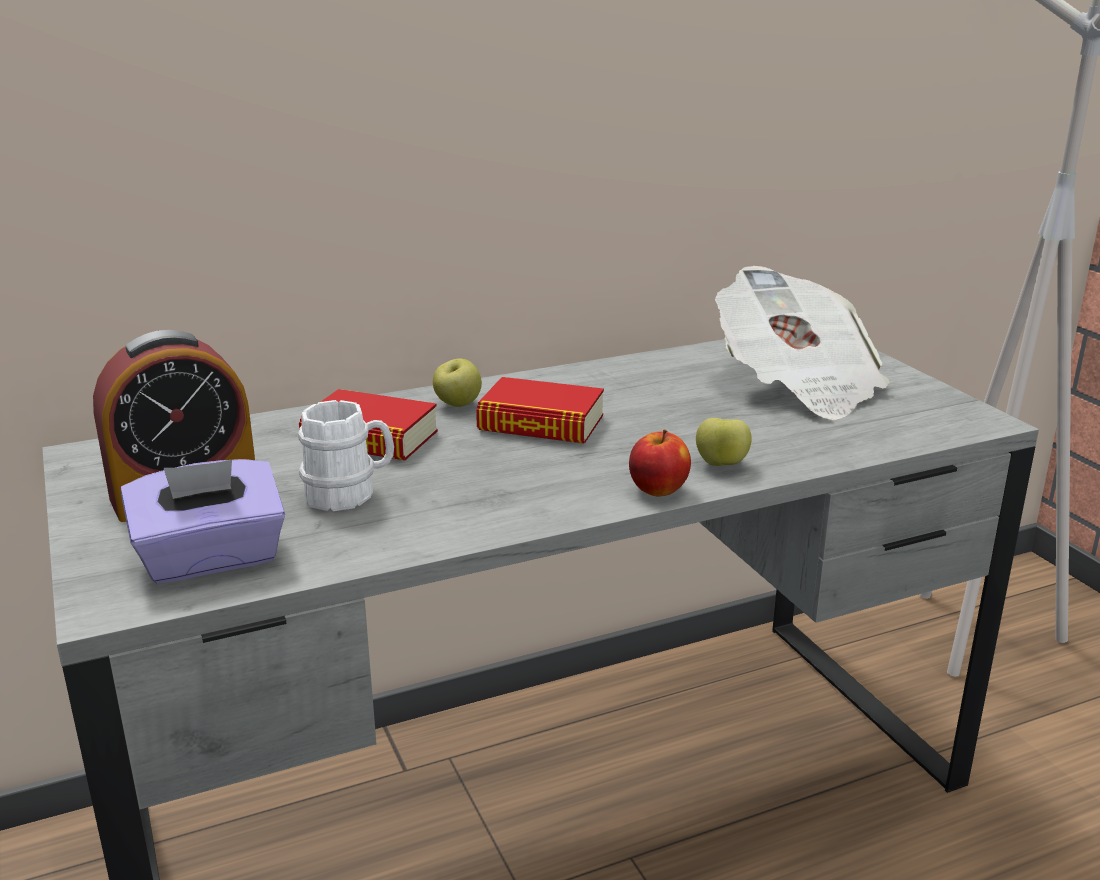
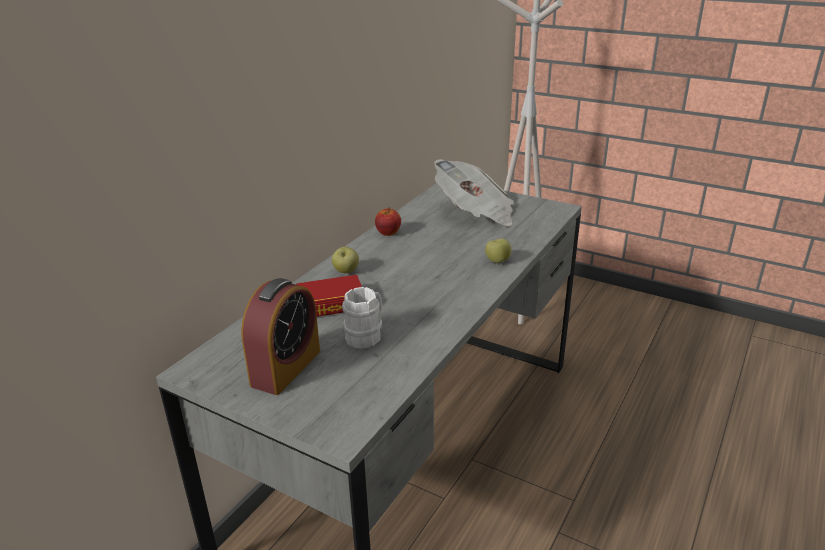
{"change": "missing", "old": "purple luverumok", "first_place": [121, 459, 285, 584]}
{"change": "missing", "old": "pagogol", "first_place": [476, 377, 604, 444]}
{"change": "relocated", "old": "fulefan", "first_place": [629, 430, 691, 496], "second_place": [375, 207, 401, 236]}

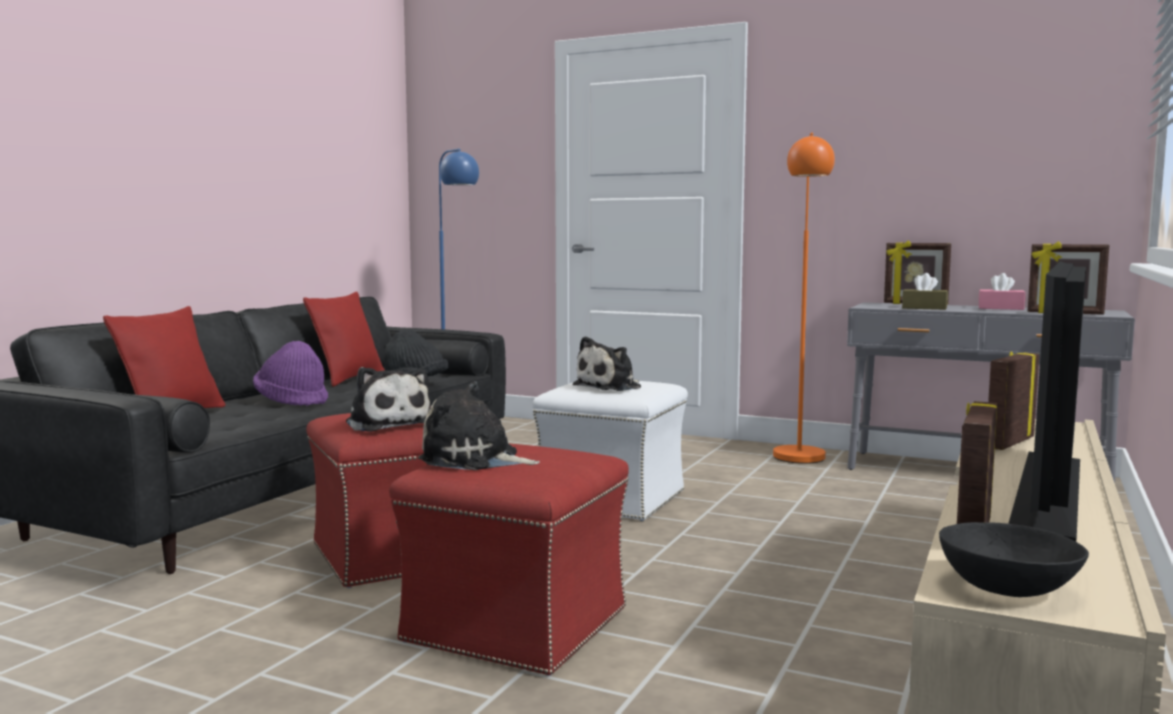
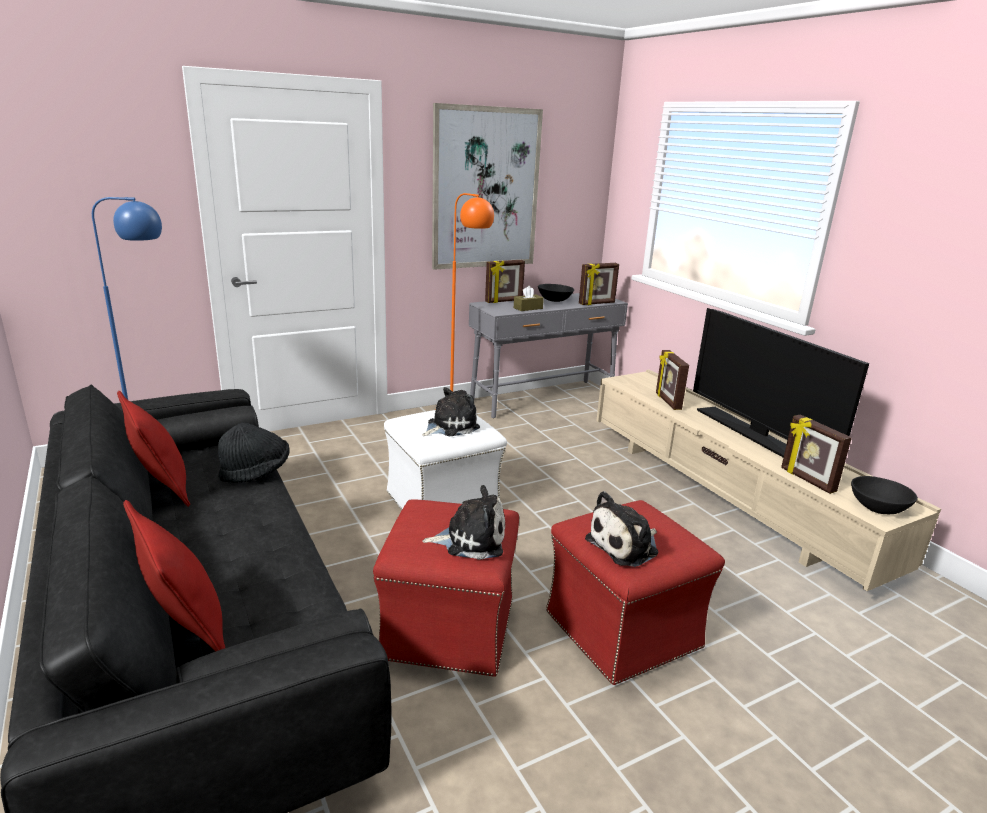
{"change": "missing", "old": "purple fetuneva", "first_place": [253, 341, 328, 406]}
{"change": "appeared", "new": "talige", "second_place": [432, 103, 543, 270]}
{"change": "exchanged", "old": "pink luverumok", "new": "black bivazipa", "first_place": [978, 273, 1025, 310], "second_place": [538, 284, 574, 302]}
{"change": "spun", "old": "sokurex", "first_place": [573, 336, 641, 391], "second_place": [422, 387, 480, 436], "degrees": -120}

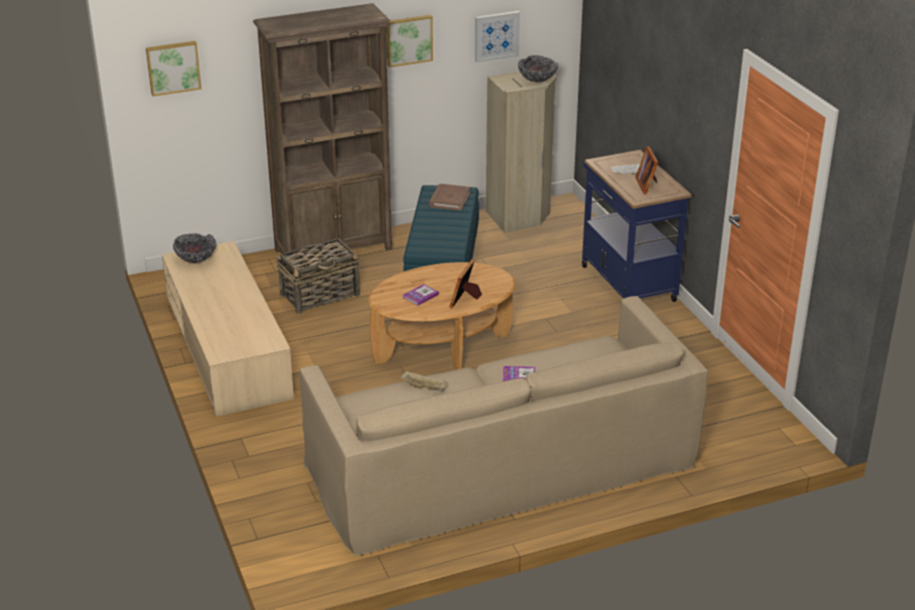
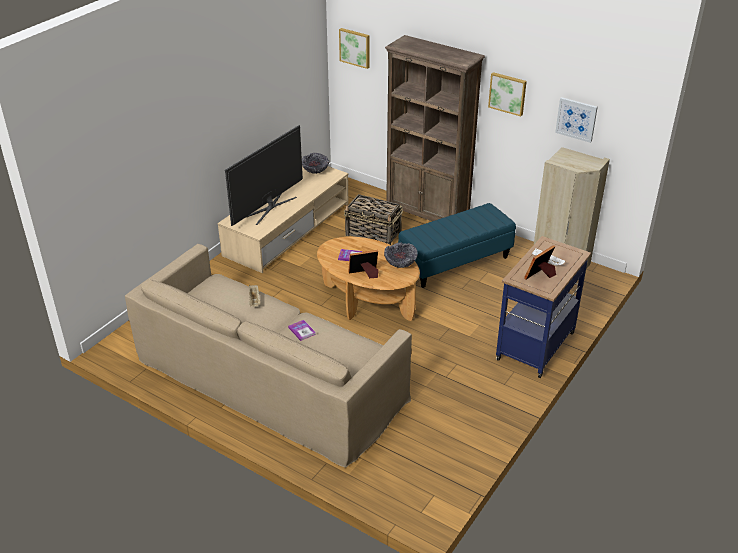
{"change": "missing", "old": "brown pagogol", "first_place": [429, 184, 470, 211]}
{"change": "appeared", "new": "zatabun", "second_place": [225, 125, 303, 226]}
{"change": "relocated", "old": "bivazipa", "first_place": [518, 55, 558, 82], "second_place": [384, 242, 418, 268]}

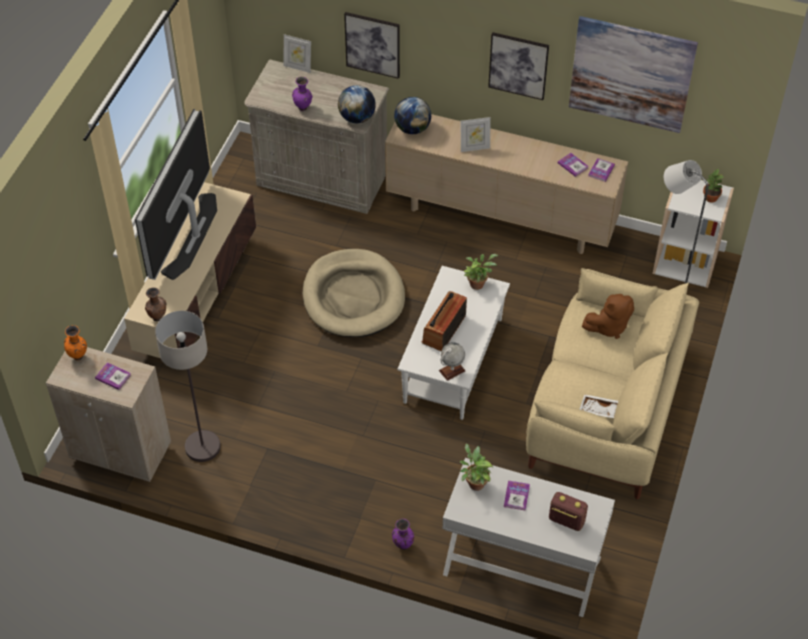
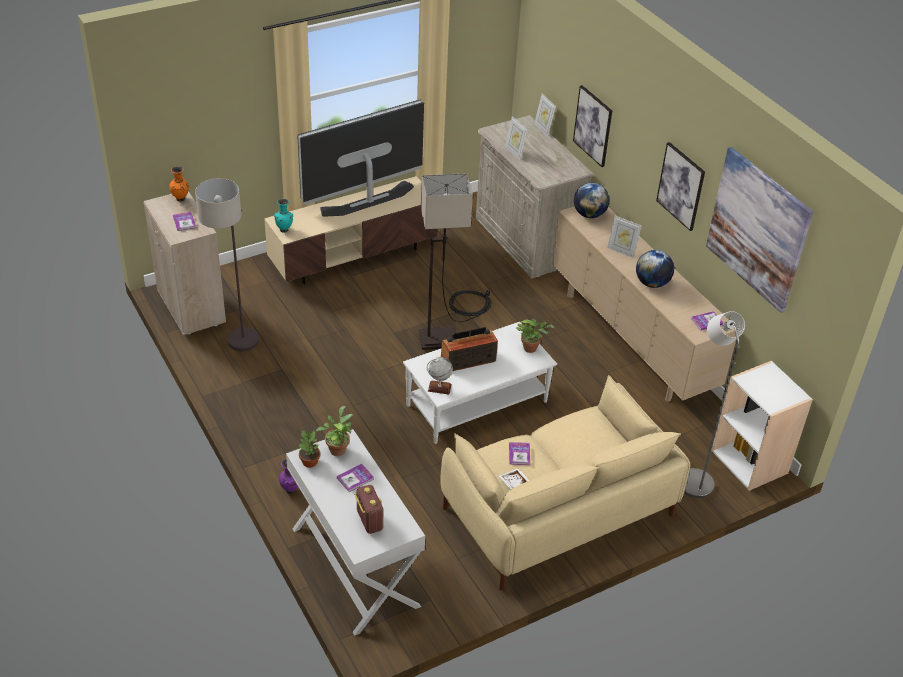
{"change": "missing", "old": "brown sokurex", "first_place": [582, 294, 634, 339]}
{"change": "relocated", "old": "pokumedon", "first_place": [338, 85, 376, 123], "second_place": [636, 250, 674, 288]}
{"change": "relocated", "old": "pagogol", "first_place": [558, 153, 588, 177], "second_place": [509, 442, 531, 465]}
{"change": "relocated", "old": "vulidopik", "first_place": [703, 169, 724, 203], "second_place": [298, 430, 320, 468]}
{"change": "exchanged", "old": "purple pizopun", "new": "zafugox", "first_place": [292, 77, 313, 111], "second_place": [505, 116, 528, 160]}
{"change": "exchanged", "old": "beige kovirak", "new": "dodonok", "first_place": [303, 249, 405, 337], "second_place": [419, 173, 491, 350]}
{"change": "colour", "old": "brown pizopun", "new": "turquoise pizopun", "first_place": [145, 287, 167, 321], "second_place": [274, 199, 293, 233]}

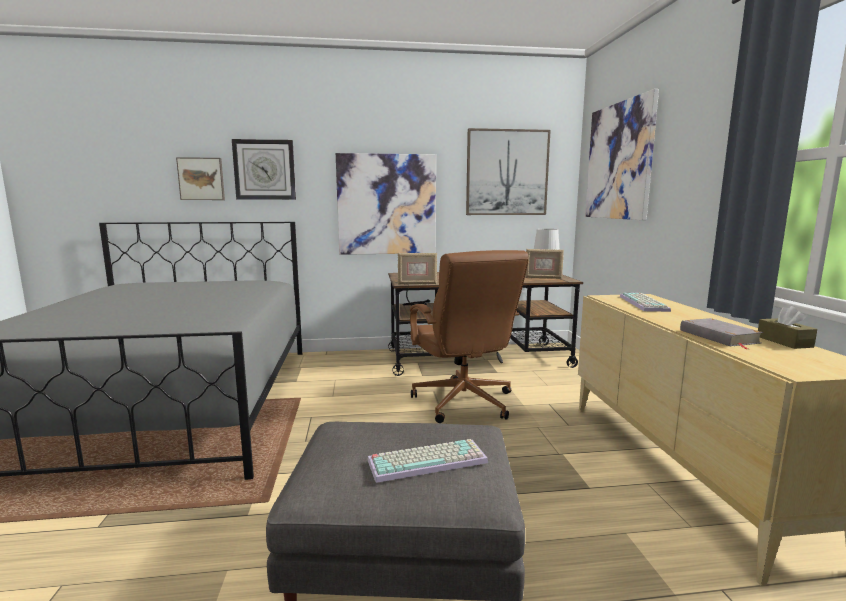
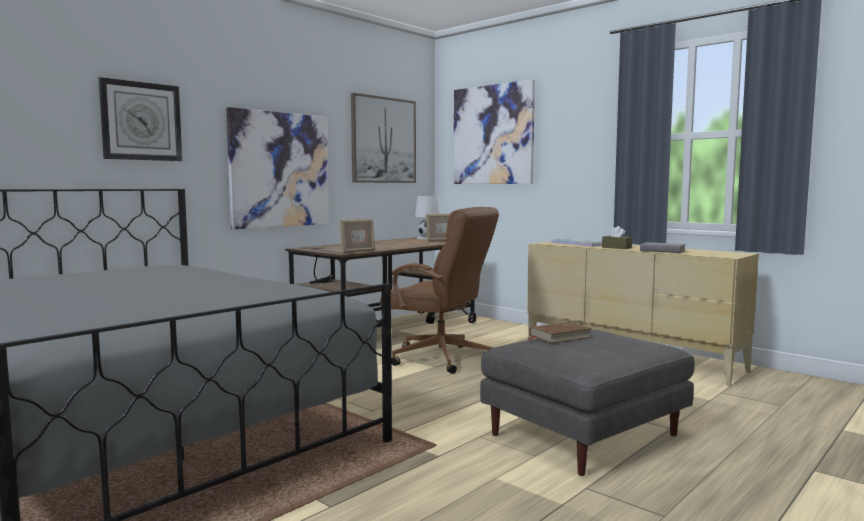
{"change": "missing", "old": "talige", "first_place": [176, 157, 225, 200]}
{"change": "missing", "old": "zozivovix", "first_place": [368, 439, 488, 483]}
{"change": "appeared", "new": "brown pagogol", "second_place": [528, 322, 592, 344]}
{"change": "relocated", "old": "brown luverumok", "first_place": [758, 306, 817, 349], "second_place": [602, 226, 632, 249]}

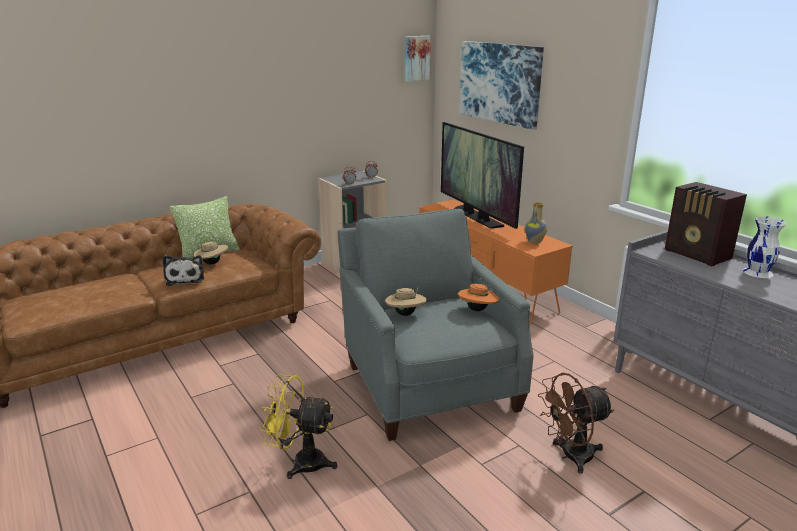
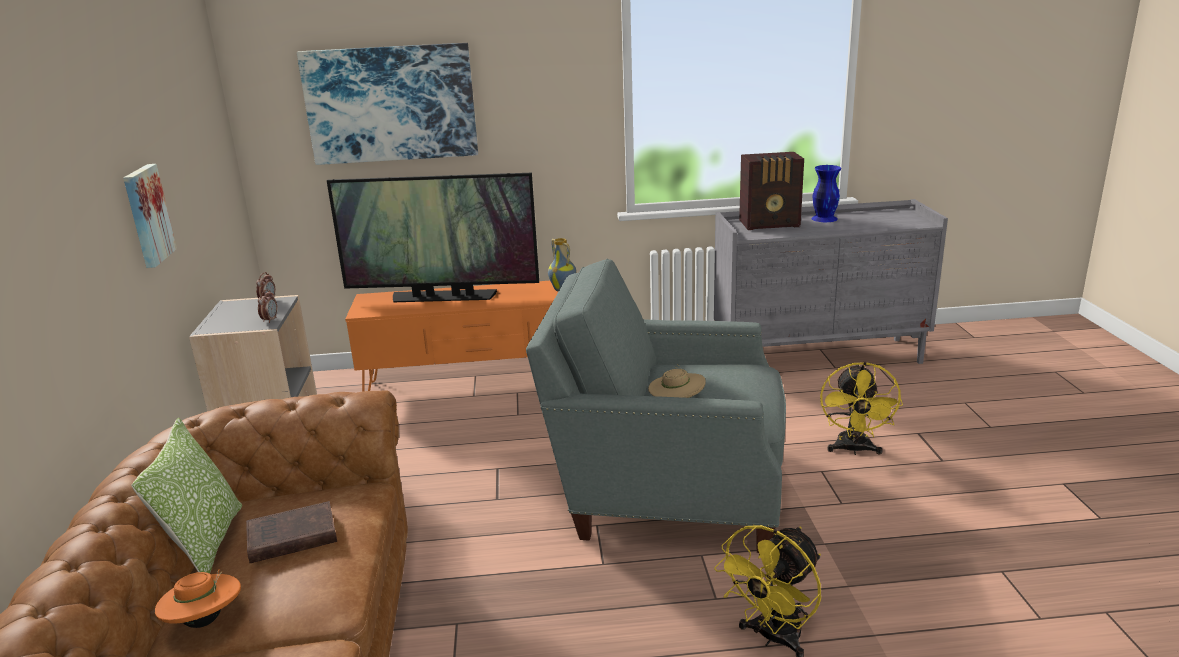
{"change": "missing", "old": "sokurex", "first_place": [163, 255, 204, 286]}
{"change": "relocated", "old": "talige", "first_place": [405, 36, 431, 81], "second_place": [123, 164, 177, 268]}
{"change": "relocated", "old": "orange fetuneva", "first_place": [458, 284, 499, 311], "second_place": [155, 569, 241, 628]}
{"change": "exchanged", "old": "beige fetuneva", "new": "brown pagogol", "first_place": [193, 241, 228, 265], "second_place": [246, 501, 337, 563]}
{"change": "colour", "old": "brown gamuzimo", "new": "yellow gamuzimo", "first_place": [538, 373, 614, 474], "second_place": [820, 362, 903, 455]}
{"change": "colour", "old": "white pizopun", "new": "blue pizopun", "first_place": [743, 216, 787, 278], "second_place": [811, 165, 841, 222]}

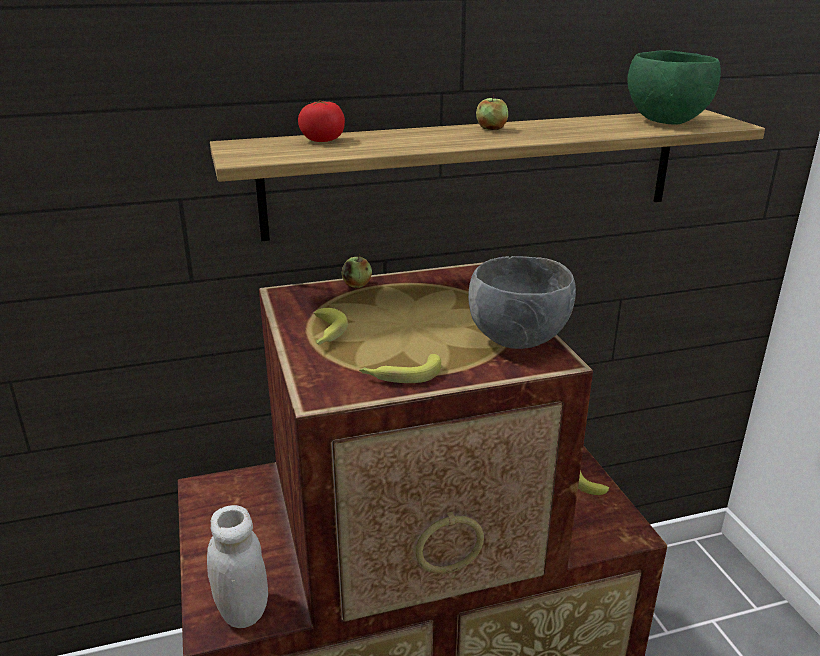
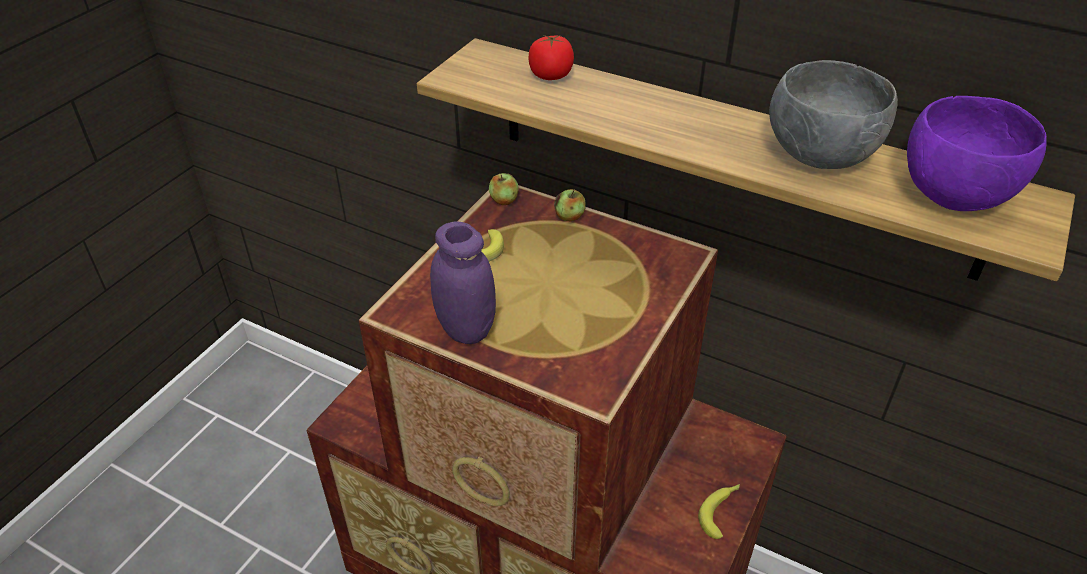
{"change": "missing", "old": "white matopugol", "first_place": [207, 505, 268, 628]}
{"change": "relocated", "old": "grey bivazipa", "first_place": [468, 256, 576, 349], "second_place": [769, 60, 898, 169]}
{"change": "relocated", "old": "fulefan", "first_place": [476, 94, 508, 130], "second_place": [489, 173, 519, 205]}
{"change": "exchanged", "old": "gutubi", "new": "purple matopugol", "first_place": [359, 354, 441, 383], "second_place": [430, 221, 496, 344]}
{"change": "colour", "old": "green bivazipa", "new": "purple bivazipa", "first_place": [627, 50, 721, 125], "second_place": [907, 96, 1047, 211]}

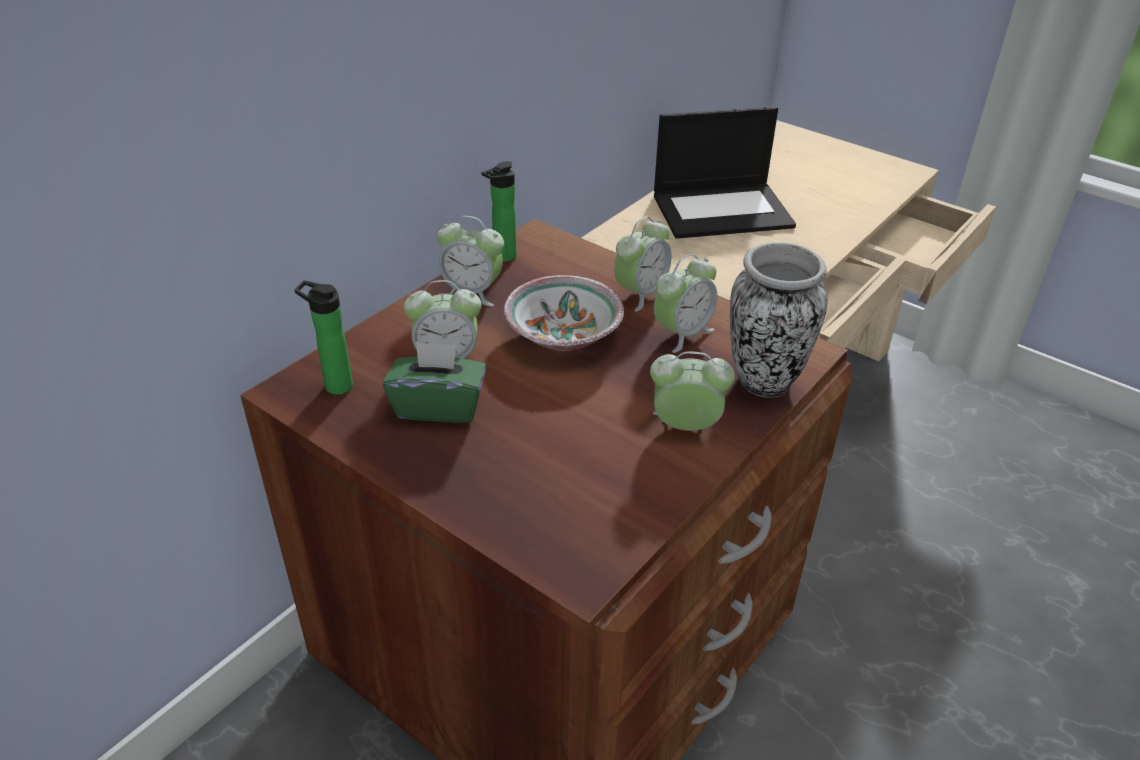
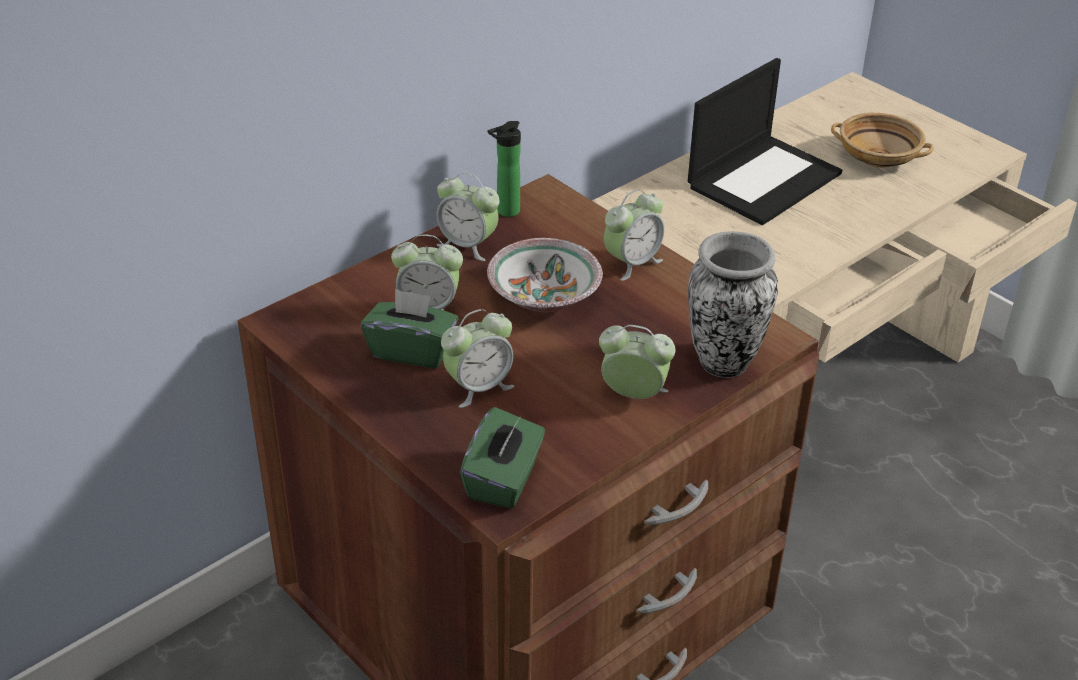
{"change": "missing", "old": "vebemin", "first_place": [295, 280, 353, 395]}
{"change": "appeared", "new": "green luverumok", "second_place": [460, 407, 545, 509]}
{"change": "appeared", "new": "beige bivazipa", "second_place": [831, 113, 934, 168]}
{"change": "relocated", "old": "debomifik", "first_place": [654, 254, 717, 353], "second_place": [441, 309, 514, 408]}
{"change": "spun", "old": "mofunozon", "first_place": [654, 106, 796, 239], "second_place": [688, 58, 842, 225], "degrees": -45}

